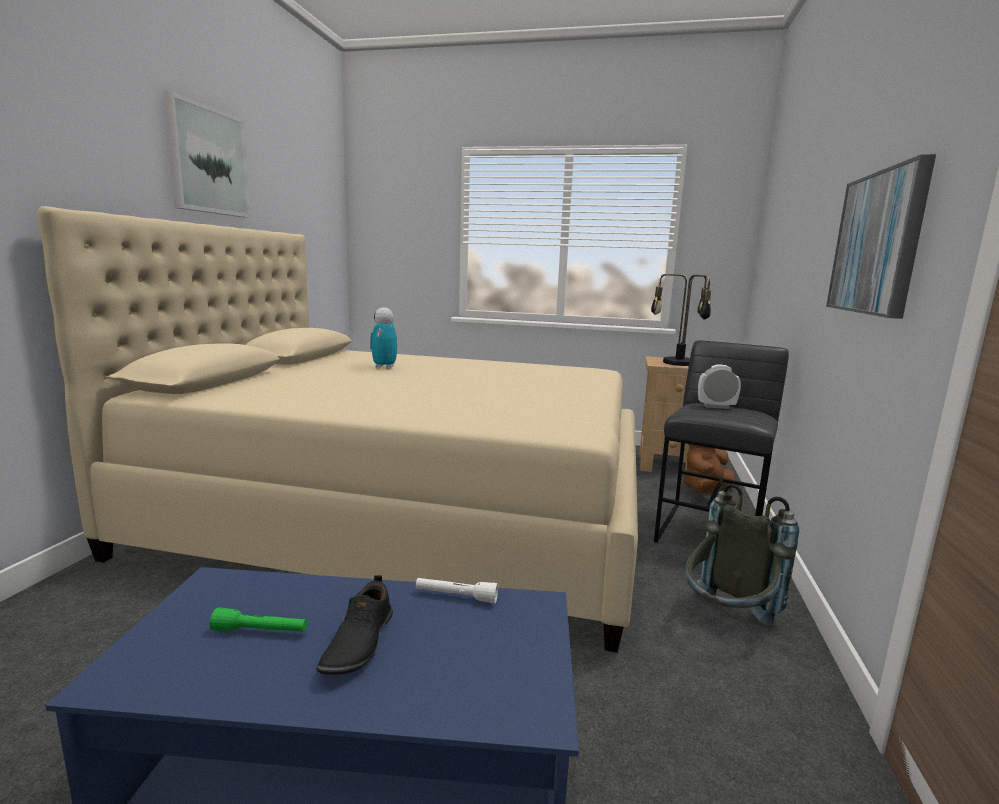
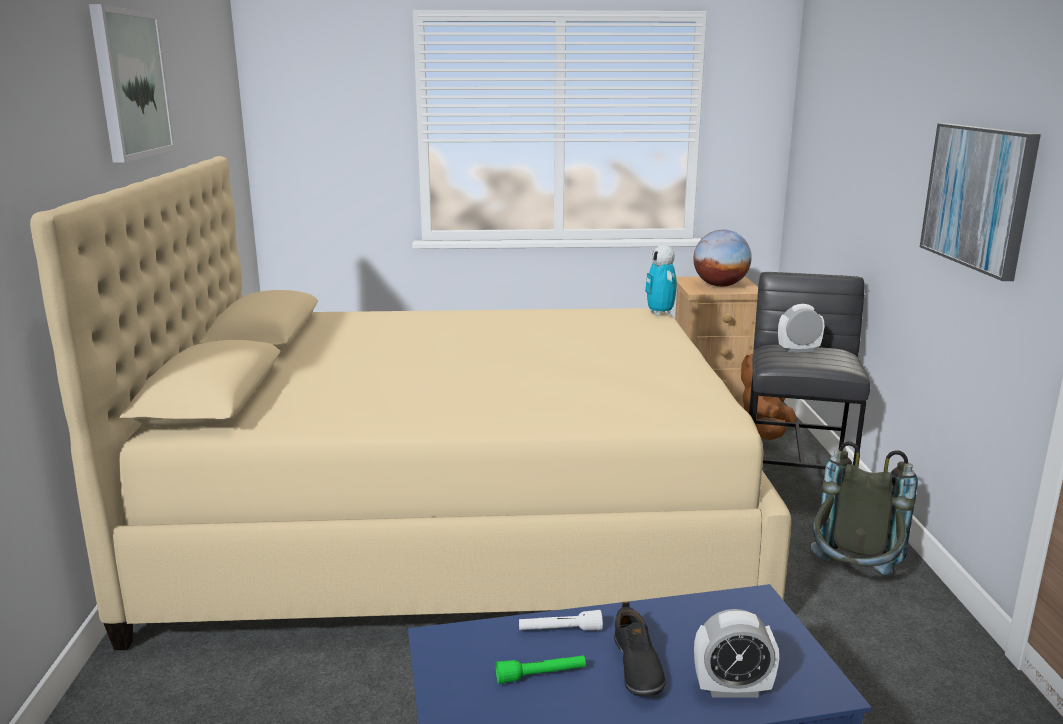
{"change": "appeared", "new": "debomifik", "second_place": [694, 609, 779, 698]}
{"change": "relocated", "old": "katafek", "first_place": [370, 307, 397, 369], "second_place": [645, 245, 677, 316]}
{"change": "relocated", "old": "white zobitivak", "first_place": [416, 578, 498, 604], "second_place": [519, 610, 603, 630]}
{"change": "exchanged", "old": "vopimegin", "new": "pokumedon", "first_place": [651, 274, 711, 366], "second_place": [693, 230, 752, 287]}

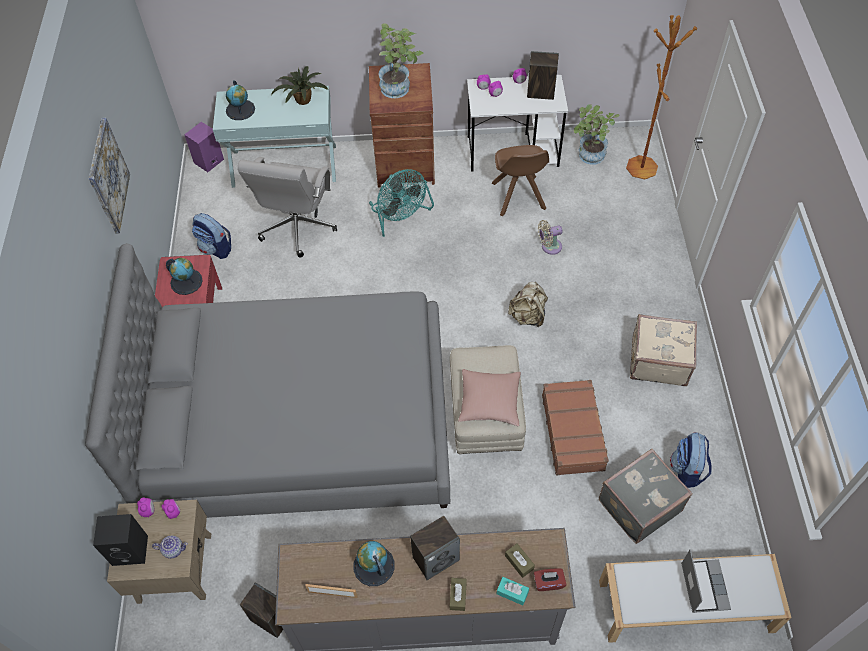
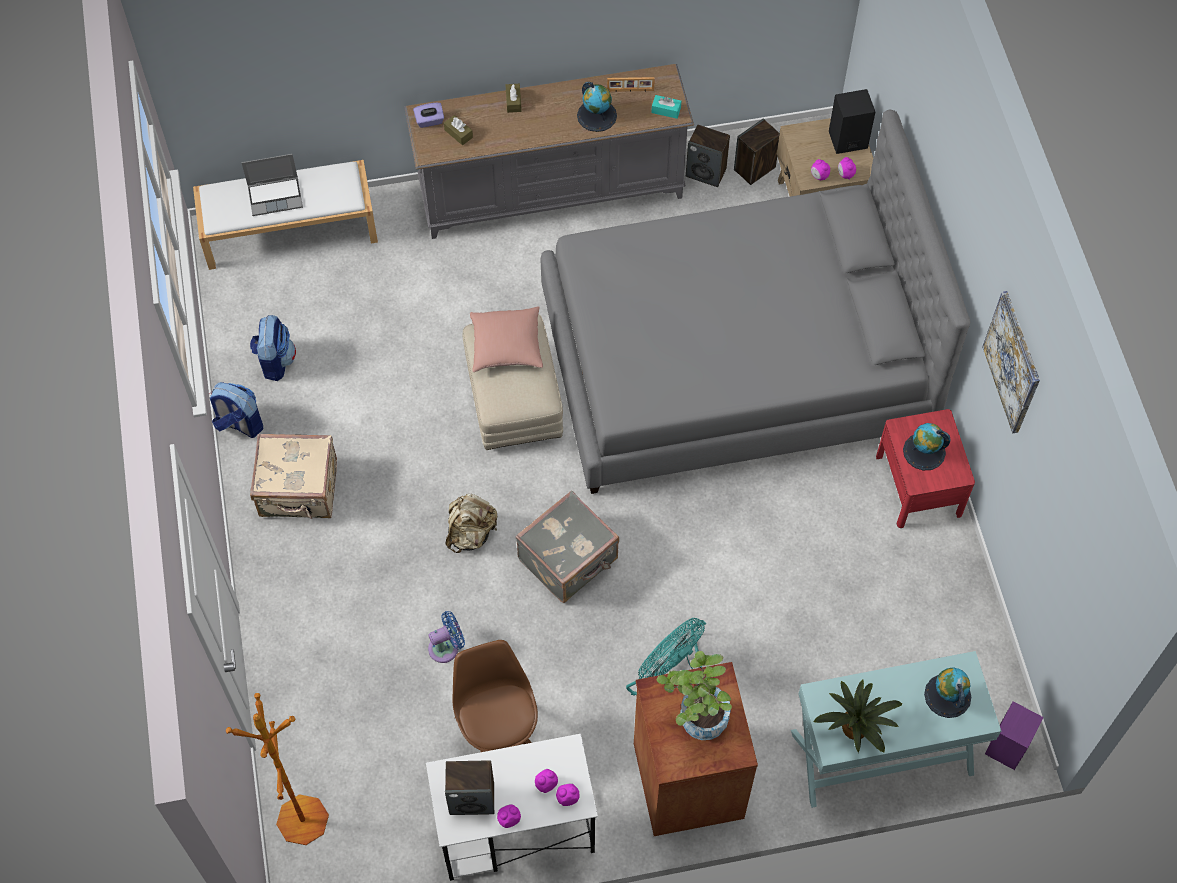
{"change": "missing", "old": "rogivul", "first_place": [152, 535, 188, 559]}
{"change": "missing", "old": "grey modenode", "first_place": [238, 157, 337, 258]}
{"change": "missing", "old": "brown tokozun", "first_place": [542, 380, 609, 476]}
{"change": "missing", "old": "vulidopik", "first_place": [574, 104, 620, 165]}
{"change": "relocated", "old": "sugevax", "first_place": [192, 213, 231, 259], "second_place": [210, 382, 263, 438]}
{"change": "relocated", "old": "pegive", "first_place": [410, 516, 460, 580], "second_place": [734, 118, 779, 185]}
{"change": "relocated", "old": "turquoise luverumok", "first_place": [497, 577, 529, 605], "second_place": [651, 95, 681, 119]}
{"change": "relocated", "old": "grey tokozun", "first_place": [599, 449, 692, 544], "second_place": [515, 491, 619, 603]}
{"change": "colour", "old": "red luverumok", "new": "purple luverumok", "first_place": [534, 568, 566, 591], "second_place": [413, 103, 444, 128]}
{"change": "colour", "old": "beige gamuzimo", "new": "blue gamuzimo", "first_place": [538, 220, 563, 255], "second_place": [428, 611, 465, 663]}
{"change": "spun", "old": "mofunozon", "first_place": [681, 549, 731, 613], "second_place": [242, 154, 303, 216], "degrees": -90}

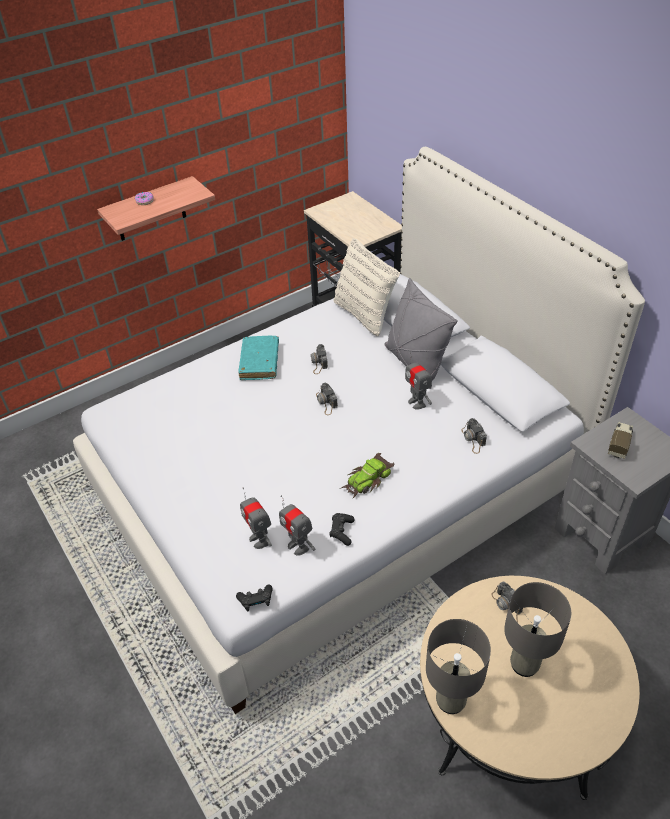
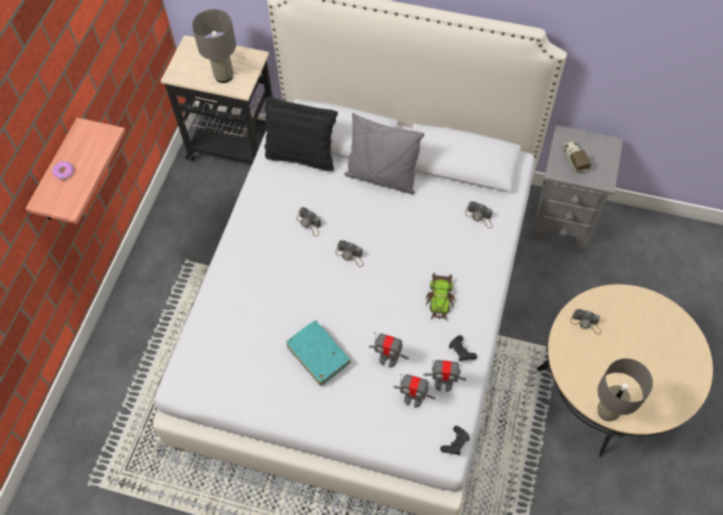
{"change": "relocated", "old": "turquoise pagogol", "first_place": [238, 336, 279, 380], "second_place": [286, 320, 351, 386]}
{"change": "relocated", "old": "katafek", "first_place": [405, 352, 432, 410], "second_place": [369, 332, 409, 368]}
{"change": "relocated", "old": "grey vopimegin", "first_place": [504, 582, 571, 677], "second_place": [192, 9, 236, 83]}
{"change": "colour", "old": "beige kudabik", "new": "black kudabik", "first_place": [333, 238, 400, 336], "second_place": [264, 97, 338, 171]}

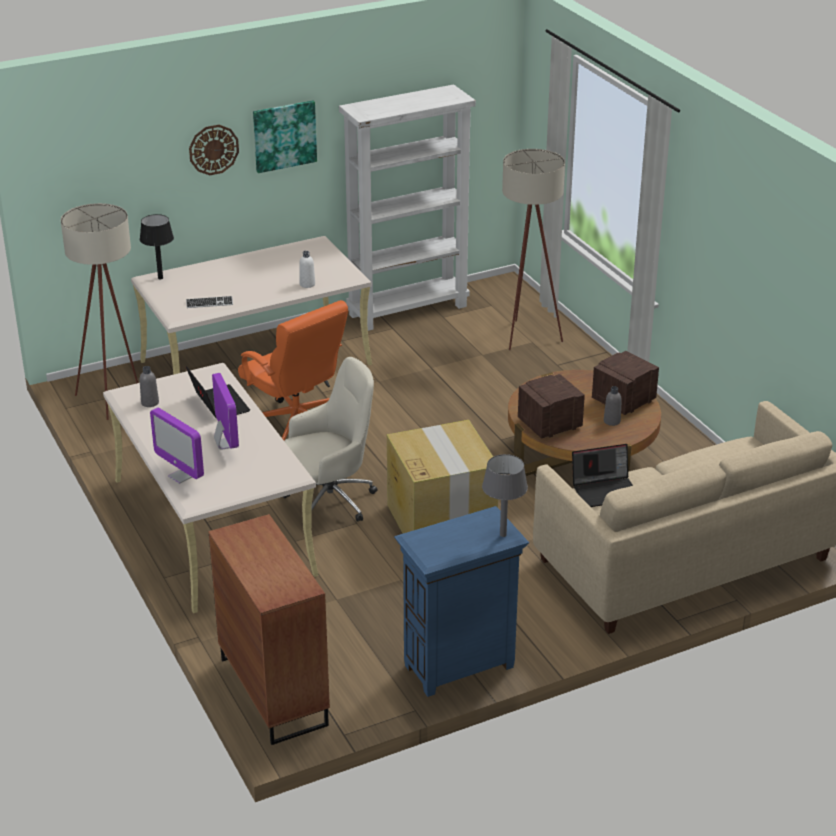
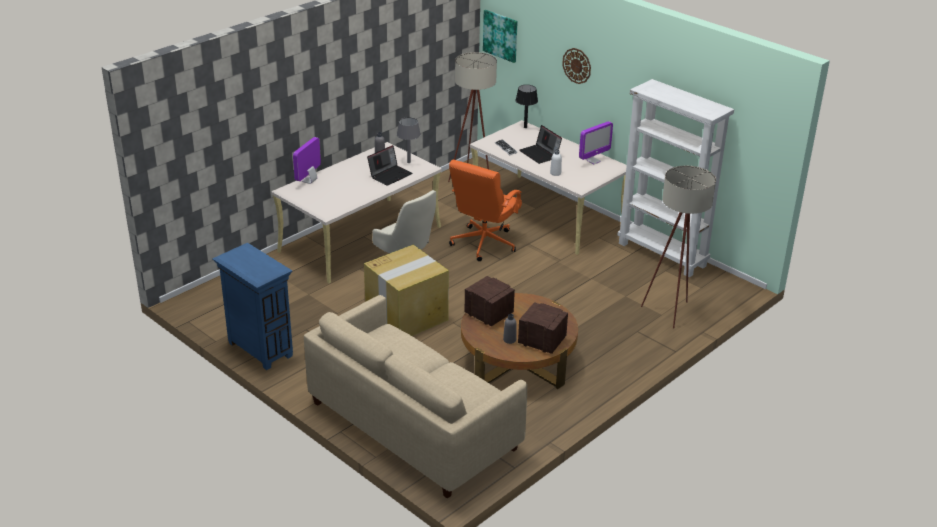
{"change": "missing", "old": "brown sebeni", "first_place": [208, 514, 330, 745]}
{"change": "relocated", "old": "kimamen", "first_place": [212, 373, 239, 450], "second_place": [579, 121, 613, 164]}
{"change": "relocated", "old": "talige", "first_place": [253, 100, 317, 173], "second_place": [483, 10, 518, 63]}
{"change": "relocated", "old": "grey vopimegin", "first_place": [482, 454, 528, 537], "second_place": [397, 117, 421, 163]}
{"change": "relocated", "old": "mofunozon", "first_place": [572, 444, 633, 507], "second_place": [519, 125, 562, 164]}

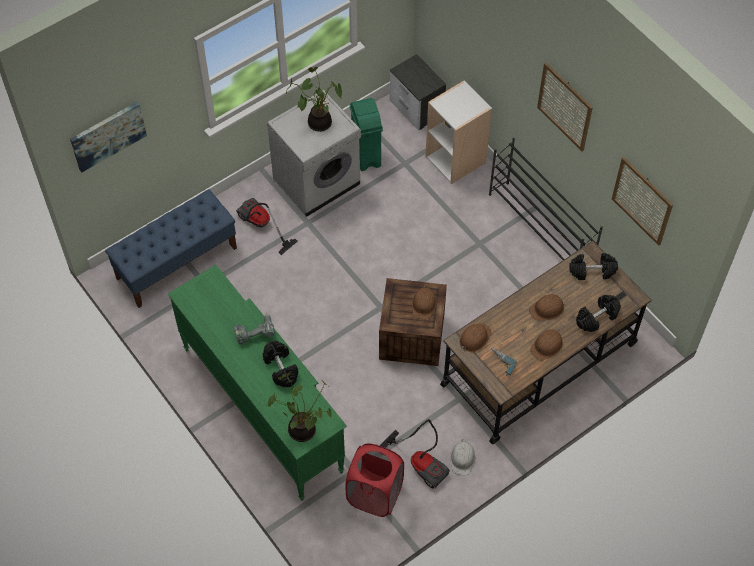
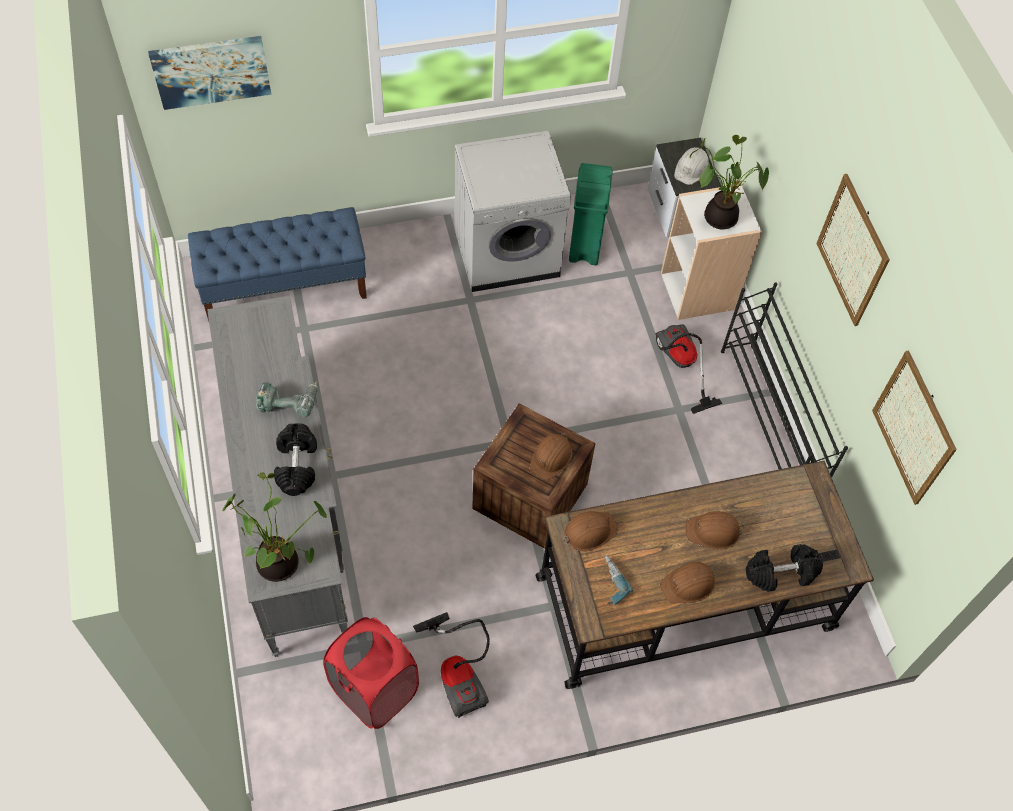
{"change": "missing", "old": "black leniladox", "first_place": [569, 253, 618, 280]}
{"change": "relocated", "old": "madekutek", "first_place": [236, 198, 298, 255], "second_place": [655, 324, 723, 414]}
{"change": "relocated", "old": "vulidopik", "first_place": [286, 67, 342, 132], "second_place": [690, 135, 769, 229]}
{"change": "relocated", "old": "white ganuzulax", "first_place": [450, 439, 475, 475], "second_place": [674, 147, 709, 185]}
{"change": "colour", "old": "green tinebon", "new": "grey tinebon", "first_place": [168, 265, 347, 501], "second_place": [207, 295, 348, 657]}

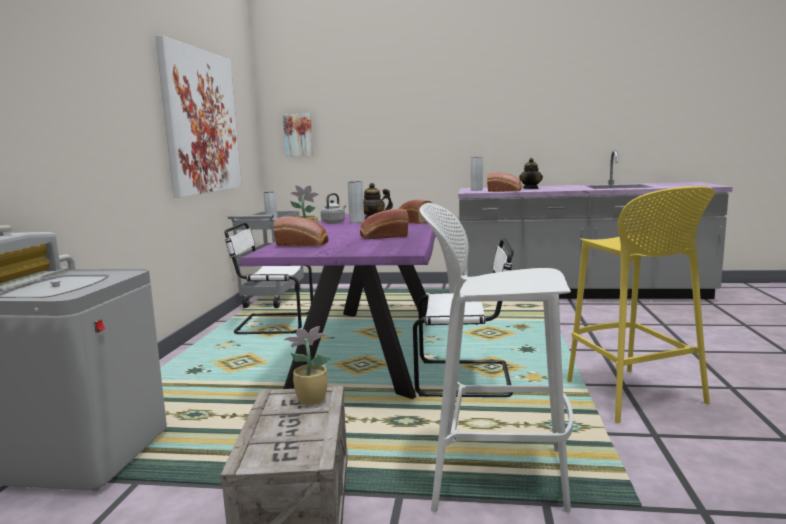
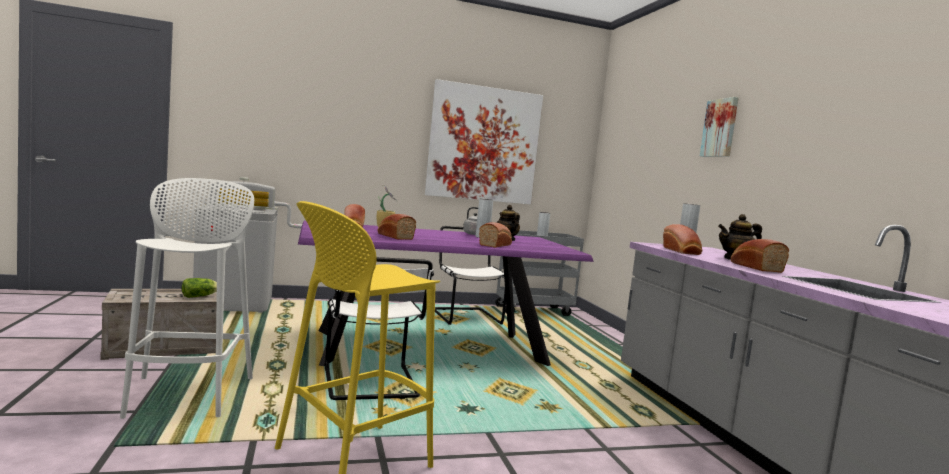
{"change": "appeared", "new": "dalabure", "second_place": [731, 239, 789, 273]}
{"change": "relocated", "old": "talige", "first_place": [283, 113, 313, 157], "second_place": [700, 97, 738, 157]}
{"change": "exchanged", "old": "vulidopik", "new": "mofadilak", "first_place": [283, 326, 331, 405], "second_place": [181, 278, 217, 298]}

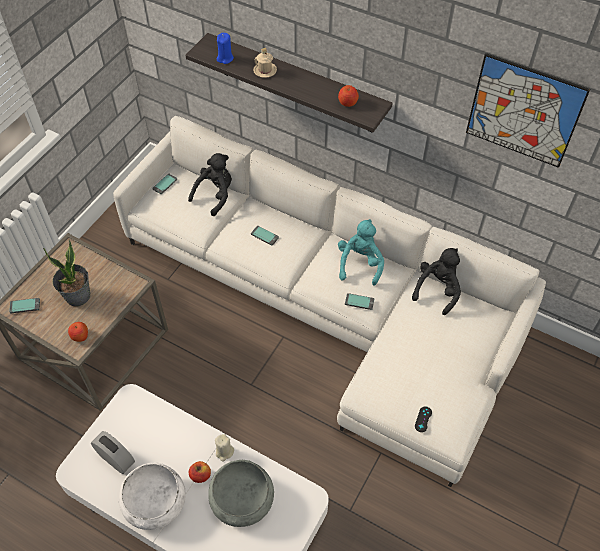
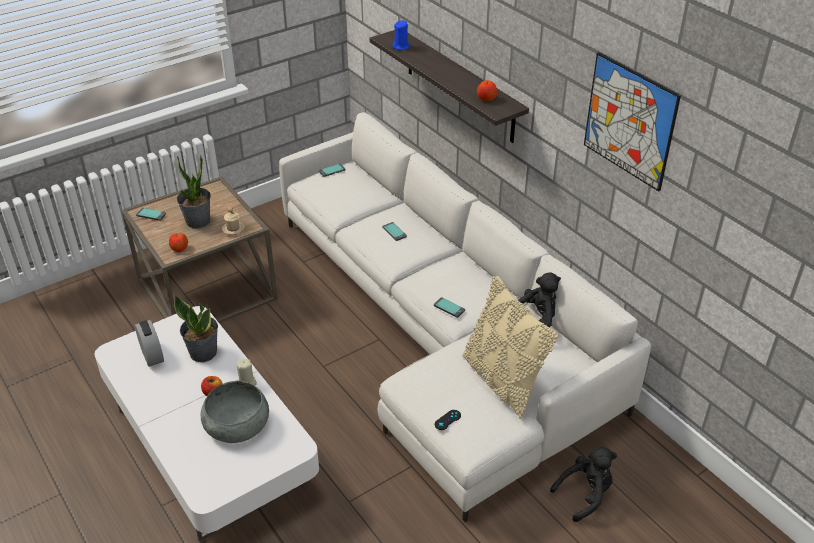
{"change": "missing", "old": "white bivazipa", "first_place": [119, 462, 185, 530]}
{"change": "missing", "old": "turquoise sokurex", "first_place": [338, 219, 384, 286]}
{"change": "appeared", "new": "vulidopik", "second_place": [174, 295, 218, 362]}
{"change": "appeared", "new": "beige kudabik", "second_place": [462, 276, 559, 419]}
{"change": "relocated", "old": "black sokurex", "first_place": [188, 153, 232, 216], "second_place": [550, 447, 617, 522]}
{"change": "relocated", "old": "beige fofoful", "first_place": [253, 48, 277, 78], "second_place": [222, 208, 244, 235]}

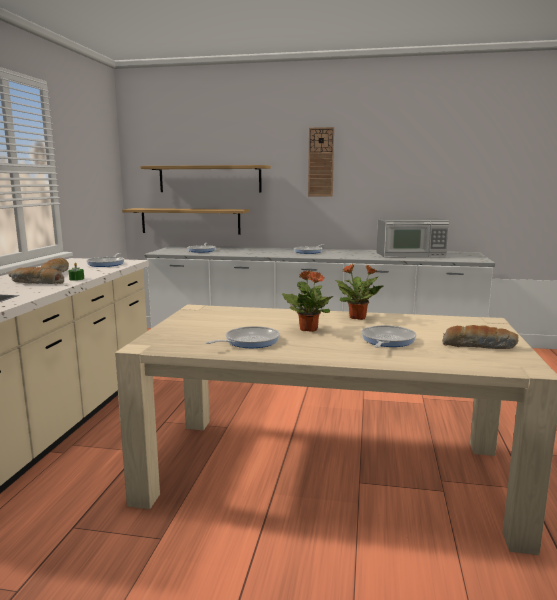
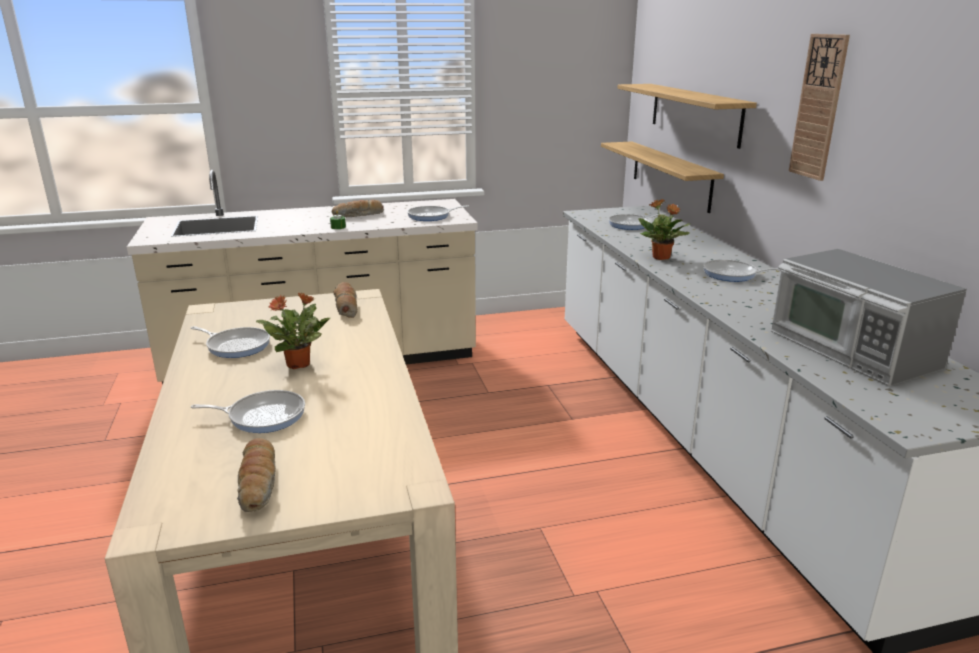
{"change": "relocated", "old": "dalabure", "first_place": [8, 267, 64, 284], "second_place": [333, 282, 357, 318]}
{"change": "relocated", "old": "vulidopik", "first_place": [335, 263, 383, 320], "second_place": [638, 199, 690, 260]}

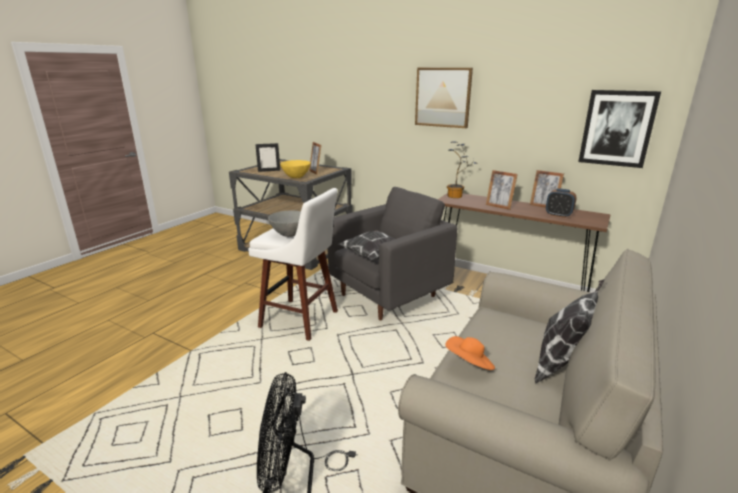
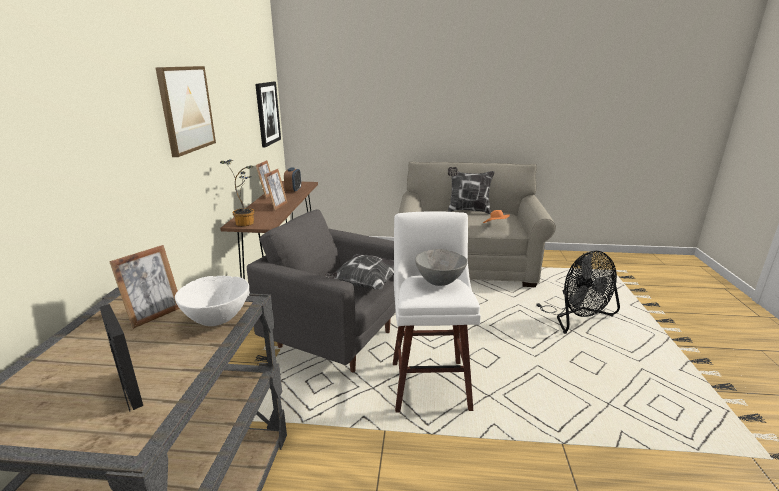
{"change": "colour", "old": "yellow bivazipa", "new": "white bivazipa", "first_place": [280, 160, 311, 178], "second_place": [175, 276, 249, 326]}

